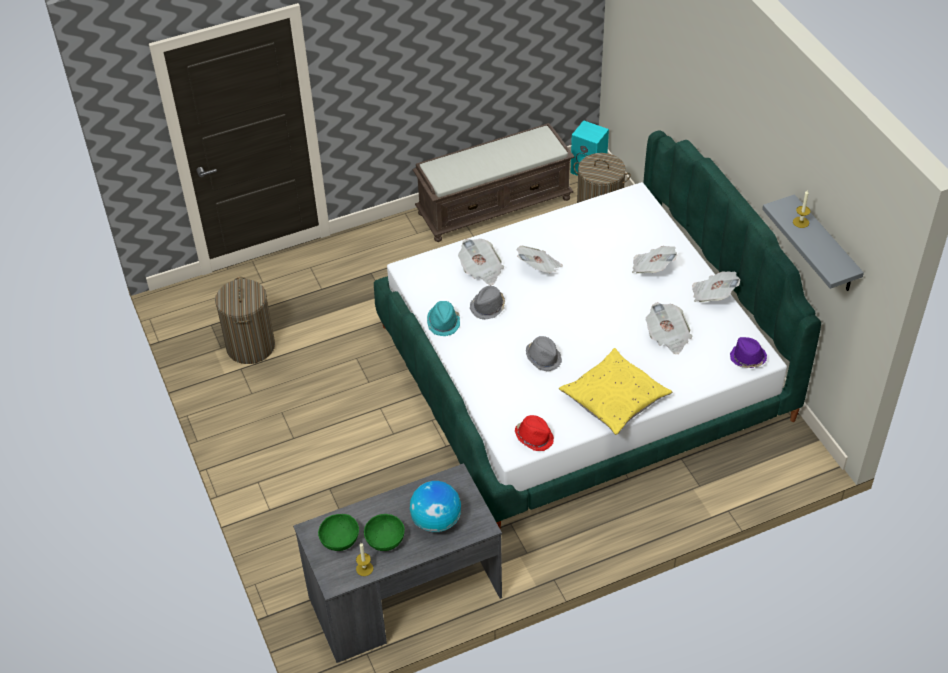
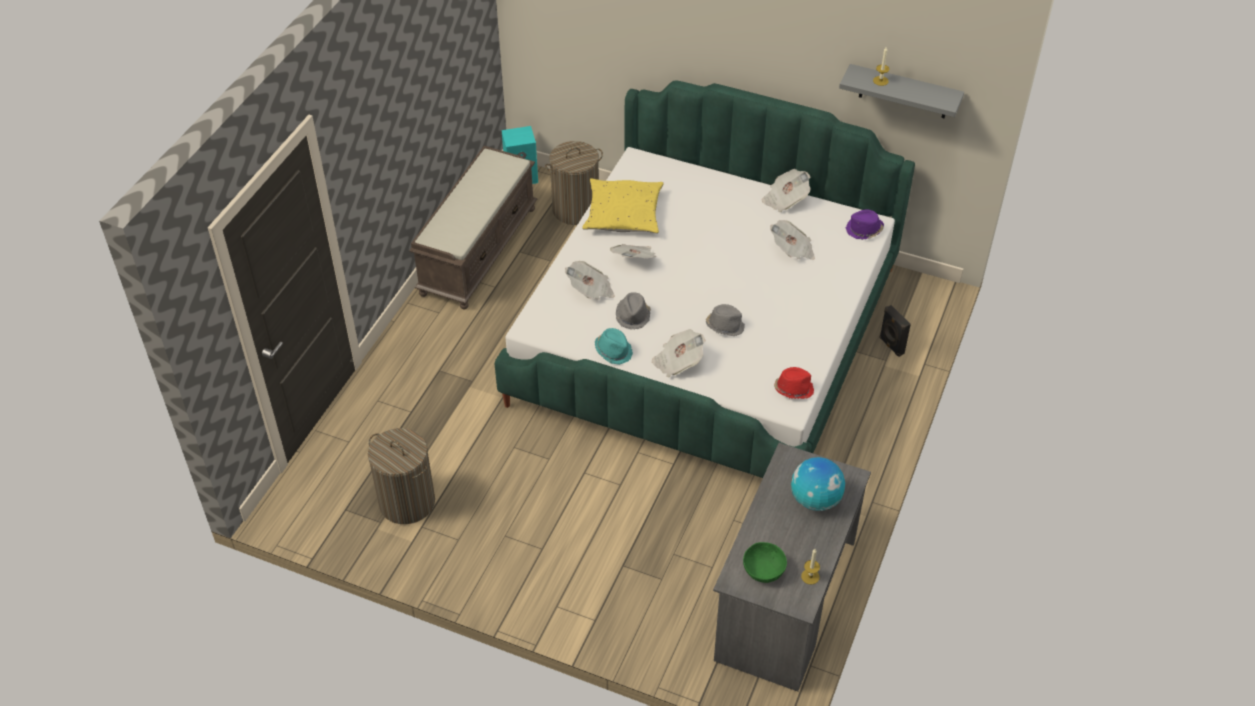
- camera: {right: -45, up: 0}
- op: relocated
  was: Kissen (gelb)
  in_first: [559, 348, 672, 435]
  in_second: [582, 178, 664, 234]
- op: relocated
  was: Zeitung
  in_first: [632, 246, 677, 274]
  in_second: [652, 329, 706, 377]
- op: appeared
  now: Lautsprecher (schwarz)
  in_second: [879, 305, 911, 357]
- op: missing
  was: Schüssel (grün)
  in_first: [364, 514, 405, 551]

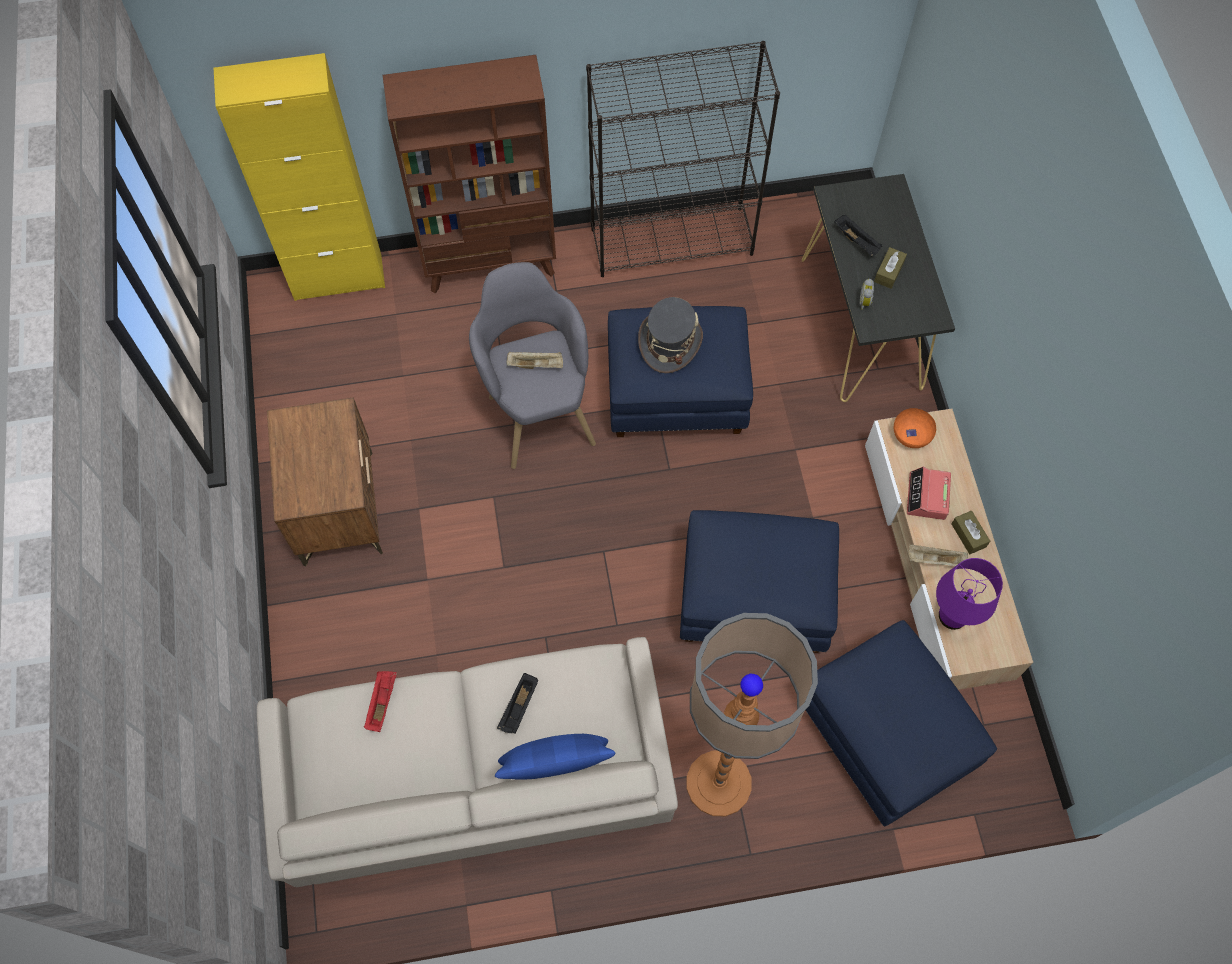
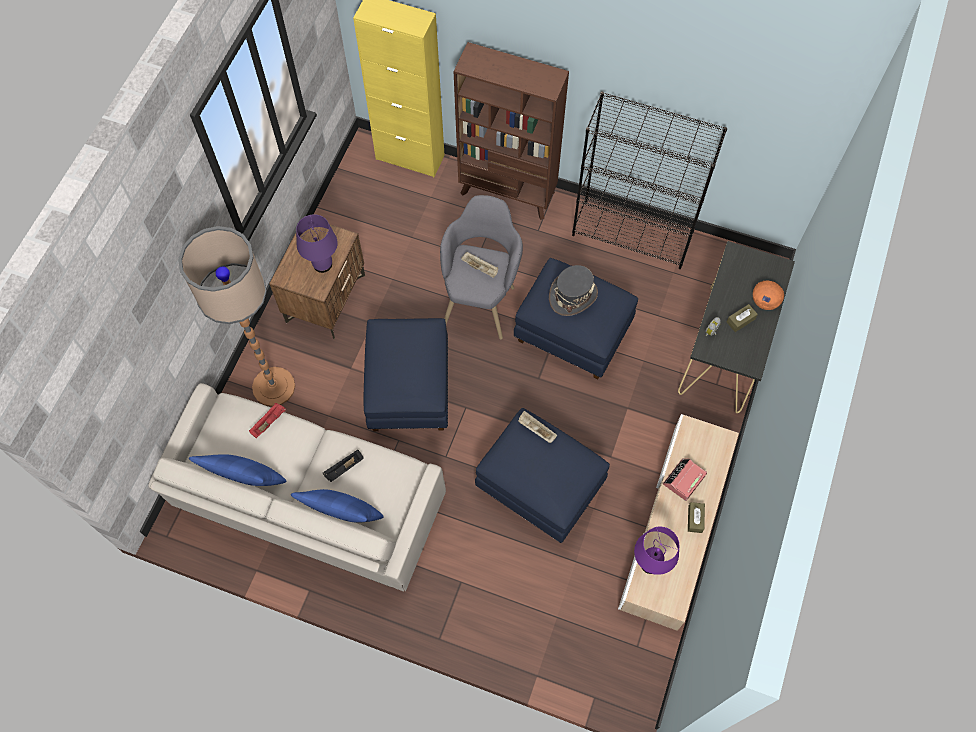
- camera: {right: 30, up: 0}
- op: relocated
  was: Stehlampe
  in_first: [687, 613, 818, 816]
  in_second: [178, 226, 295, 407]
- op: appeared
  now: Kissen (blau)
  in_second: [189, 454, 286, 486]
- op: appeared
  now: Tischlampe (lila)
  in_second: [296, 214, 338, 273]
- op: relocated
  was: Polsterhocker (blau)
  in_first: [806, 620, 997, 826]
  in_second: [364, 318, 448, 431]
- op: relocated
  was: Tablett (beige)
  in_first: [909, 544, 968, 566]
  in_second: [518, 411, 557, 443]
- op: relocated
  was: Schüssel (orange)
  in_first: [894, 408, 936, 448]
  in_second: [753, 281, 784, 310]
- op: missing
  was: Tablett (schwarz)
  in_first: [834, 215, 882, 256]

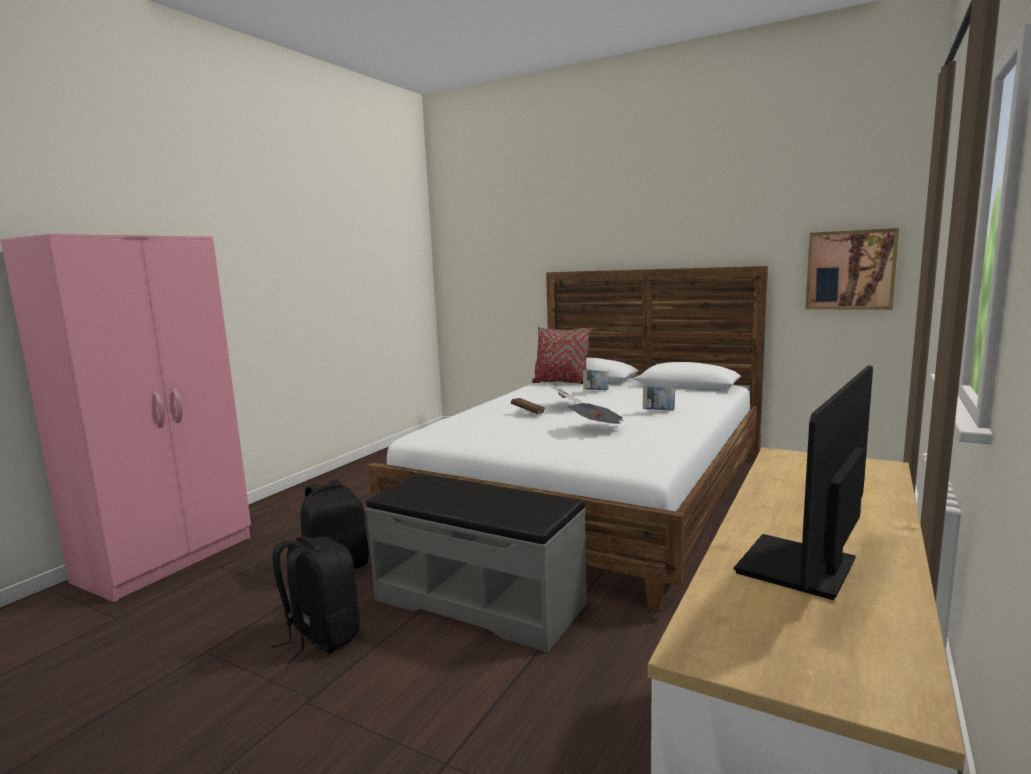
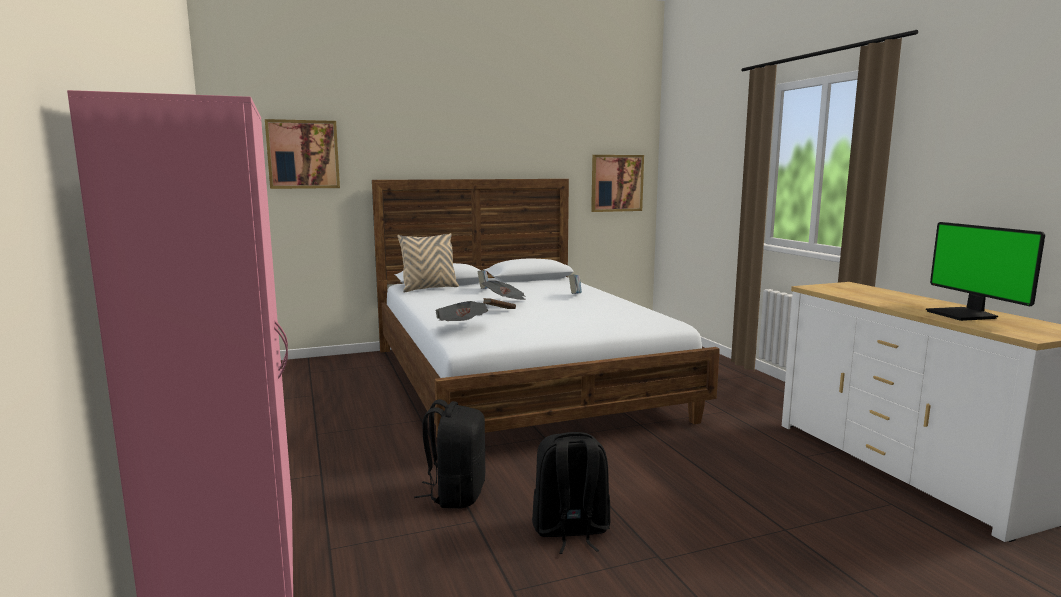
- camera: {right: -50, up: 0}
- op: appeared
  now: Bild
  in_second: [265, 119, 340, 189]
- op: colour
  was: Kissen (rot)
  now: Kissen (beige)
  in_first: [532, 327, 592, 384]
  in_second: [397, 233, 459, 292]
- op: relocated
  was: Zeitung
  in_first: [567, 403, 623, 424]
  in_second: [435, 301, 488, 321]
- op: missing
  was: Bank (grau)
  in_first: [365, 473, 587, 653]

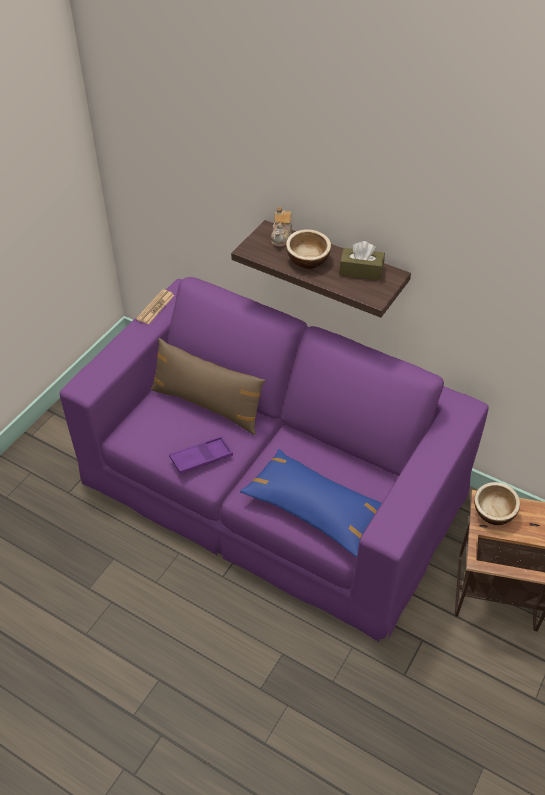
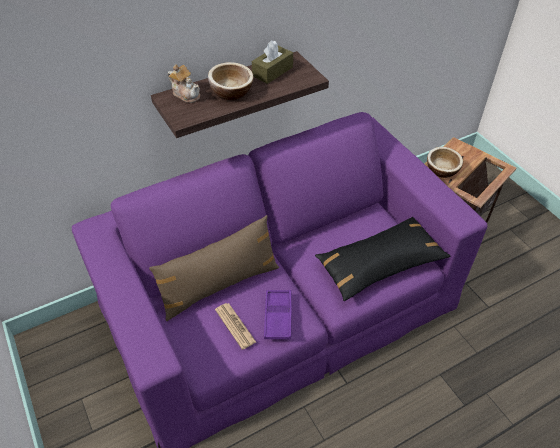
- camera: {right: -60, up: 0}
- op: relocated
  was: Zeitung
  in_first: [136, 289, 174, 324]
  in_second: [215, 303, 256, 350]
- op: colour
  was: Kissen (blau)
  now: Kissen (schwarz)
  in_first: [240, 449, 382, 557]
  in_second: [315, 217, 450, 301]

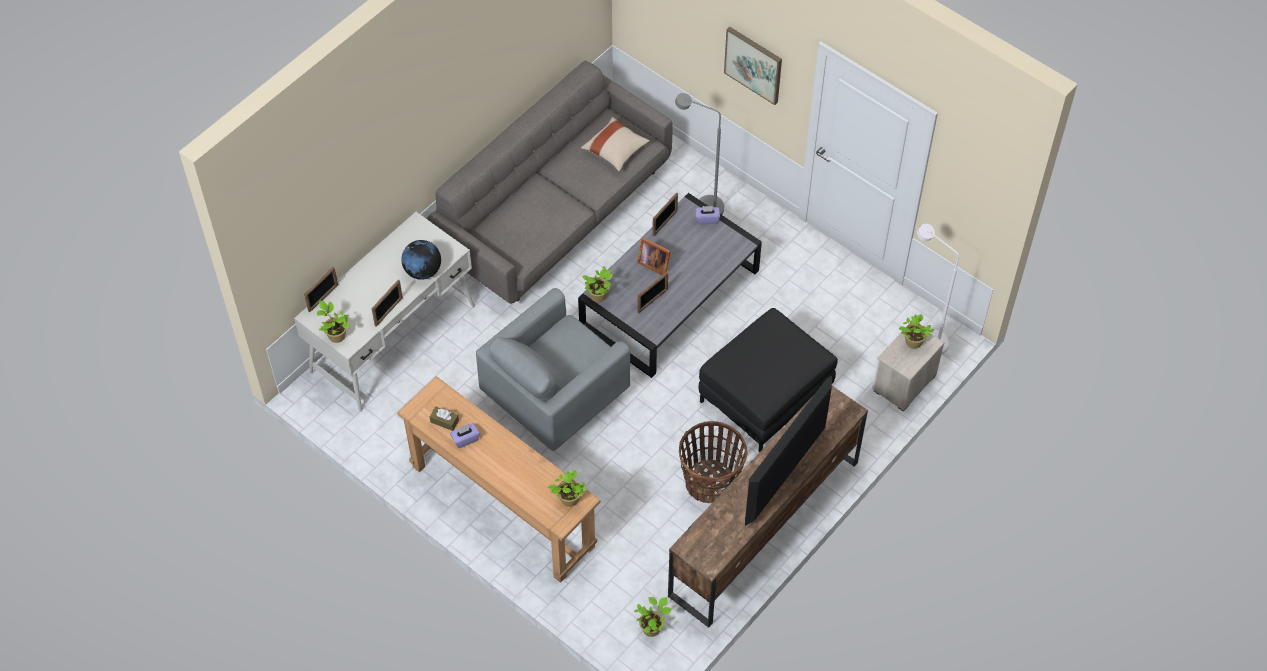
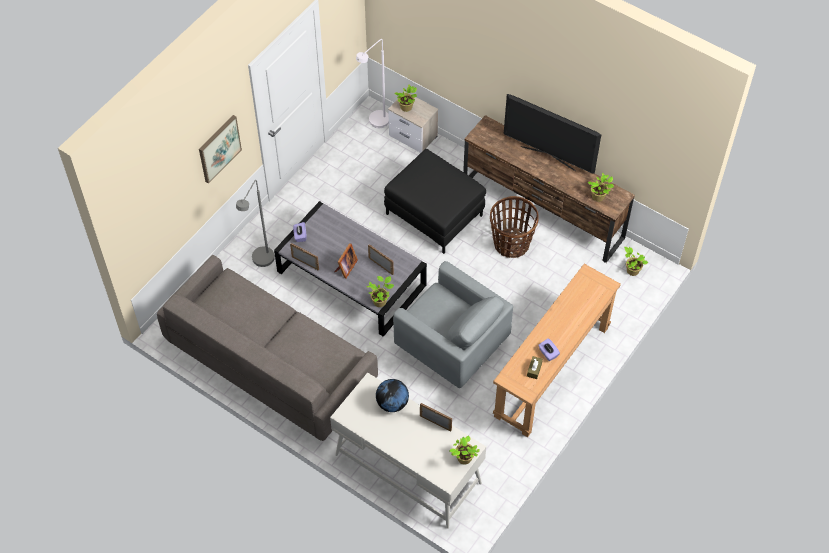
- camera: {right: -95, up: 0}
- op: relocated
  was: Topfpflanze
  in_first: [548, 470, 586, 507]
  in_second: [587, 173, 614, 202]
- op: missing
  was: Bilderrahmen
  in_first: [304, 267, 338, 312]
- op: missing
  was: Kissen (beige)
  in_first: [581, 117, 650, 171]

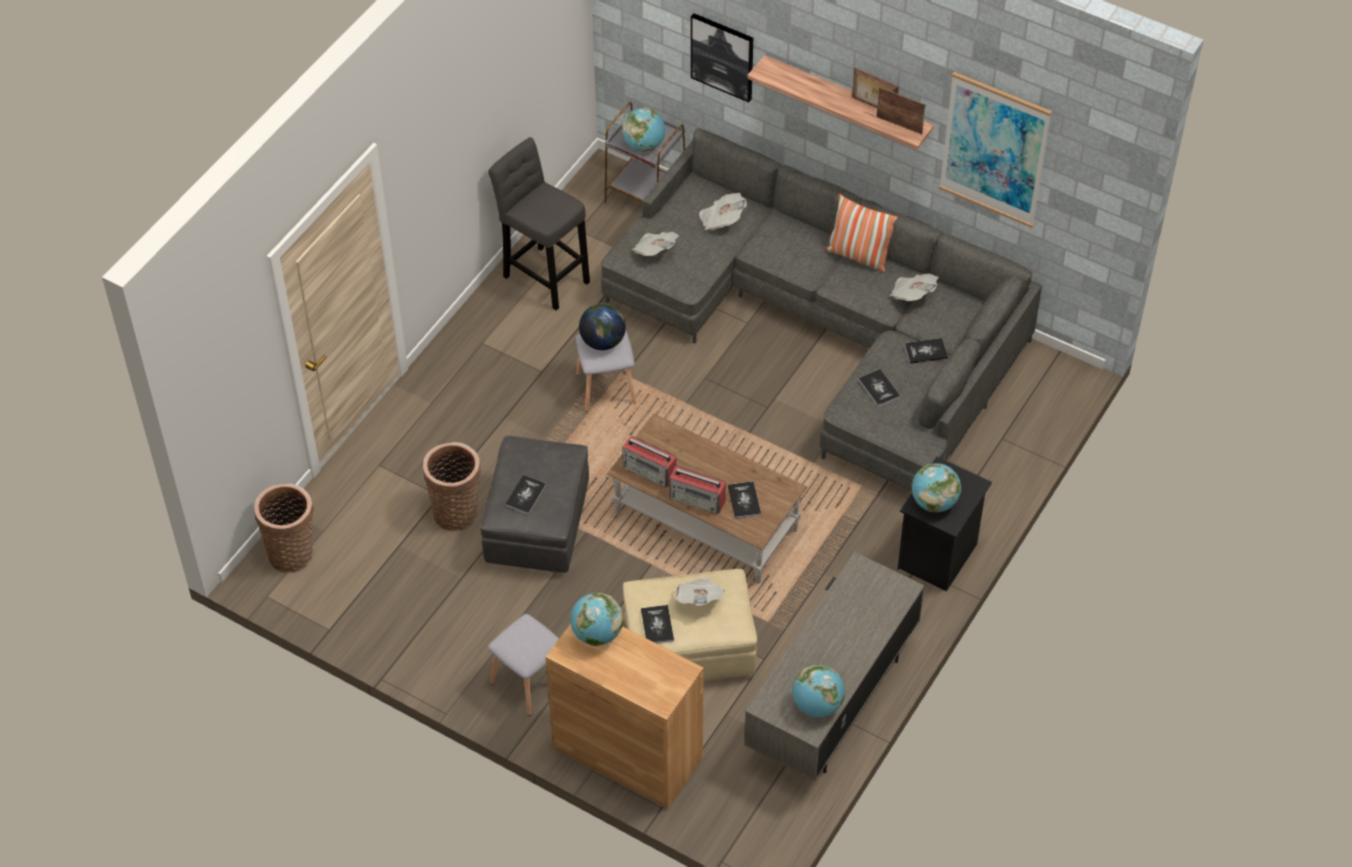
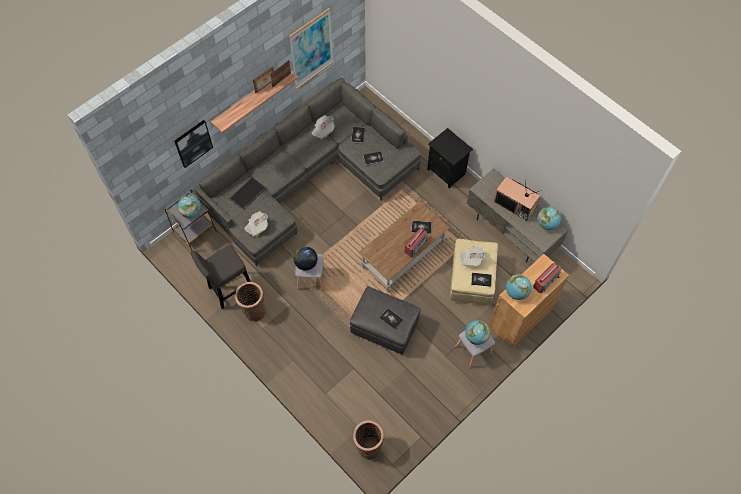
- camera: {right: -75, up: 10}
- op: exchanged
  was: Zeitung
  now: Tablett
  in_first: [699, 193, 747, 230]
  in_second: [229, 177, 267, 210]
- op: relocated
  was: Korb
  in_first: [423, 442, 480, 531]
  in_second: [235, 282, 266, 321]
- op: relocated
  was: Globus
  in_first: [911, 463, 961, 512]
  in_second: [465, 320, 490, 345]
- op: appeared
  now: Fernseher
  in_second: [493, 176, 542, 221]
- op: relocated
  was: Radio
  in_first: [622, 436, 677, 488]
  in_second: [533, 263, 562, 293]
- op: missing
  was: Kissen
  in_first: [825, 194, 898, 272]

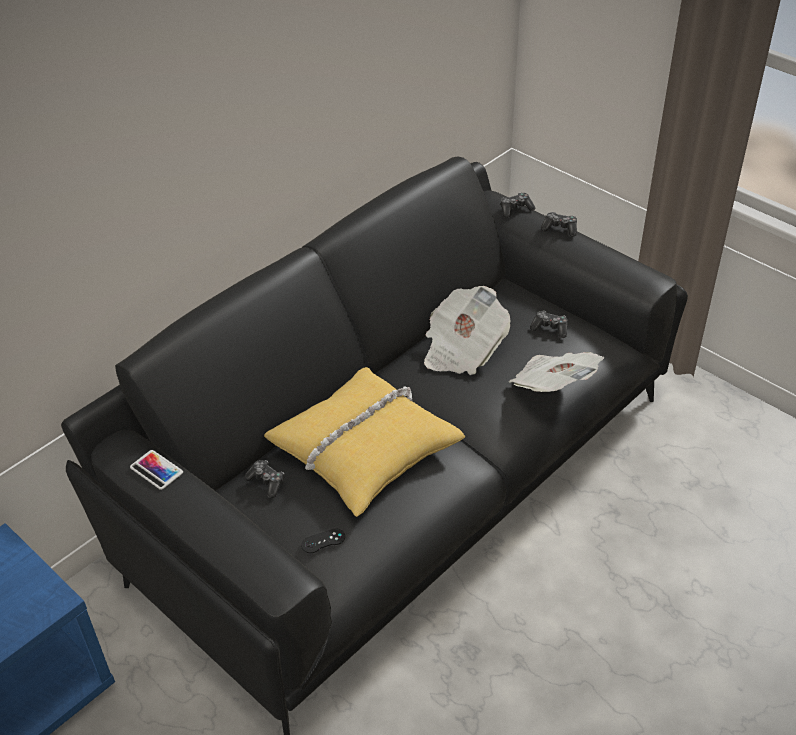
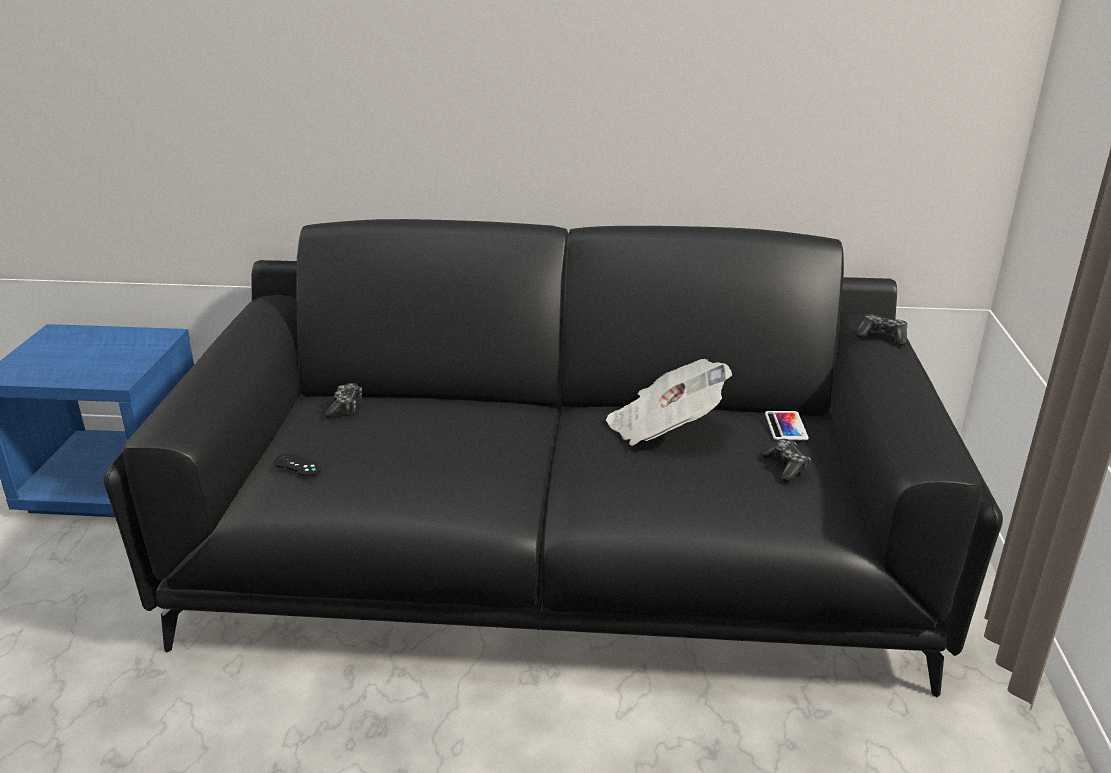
- camera: {right: 50, up: -15}
- op: relocated
  was: Handy
  in_first: [130, 450, 183, 490]
  in_second: [765, 411, 809, 440]
- op: missing
  was: Kissen (gelb)
  in_first: [264, 367, 465, 517]
- op: missing
  was: Zeitung
  in_first: [509, 352, 604, 392]
- op: missing
  was: Gamepad
  in_first: [541, 212, 577, 237]

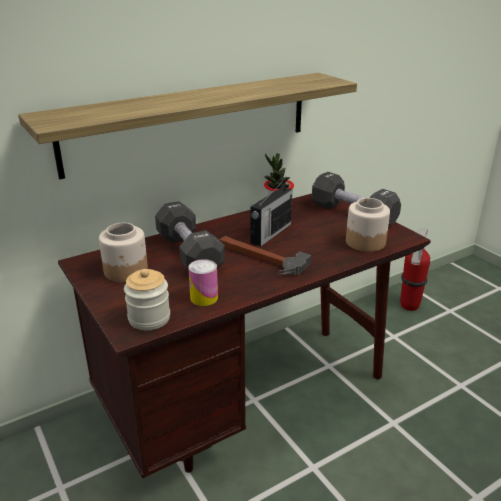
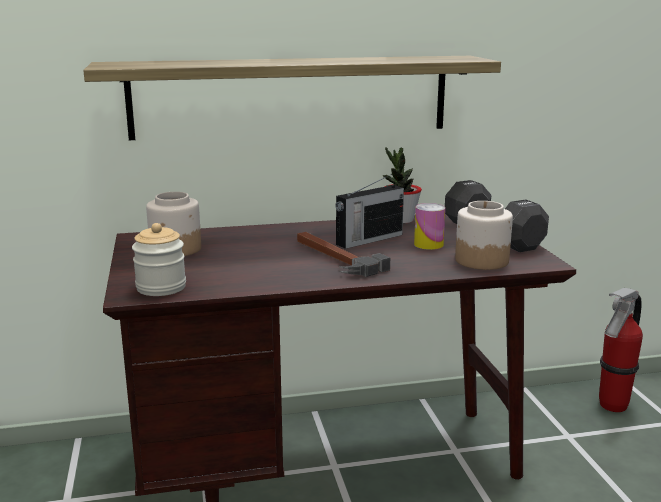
- camera: {right: 20, up: -10}
- op: relocated
  was: Dose
  in_first: [188, 259, 218, 306]
  in_second: [414, 203, 446, 250]
- op: missing
  was: Hantel (schwarz)
  in_first: [155, 201, 225, 271]

